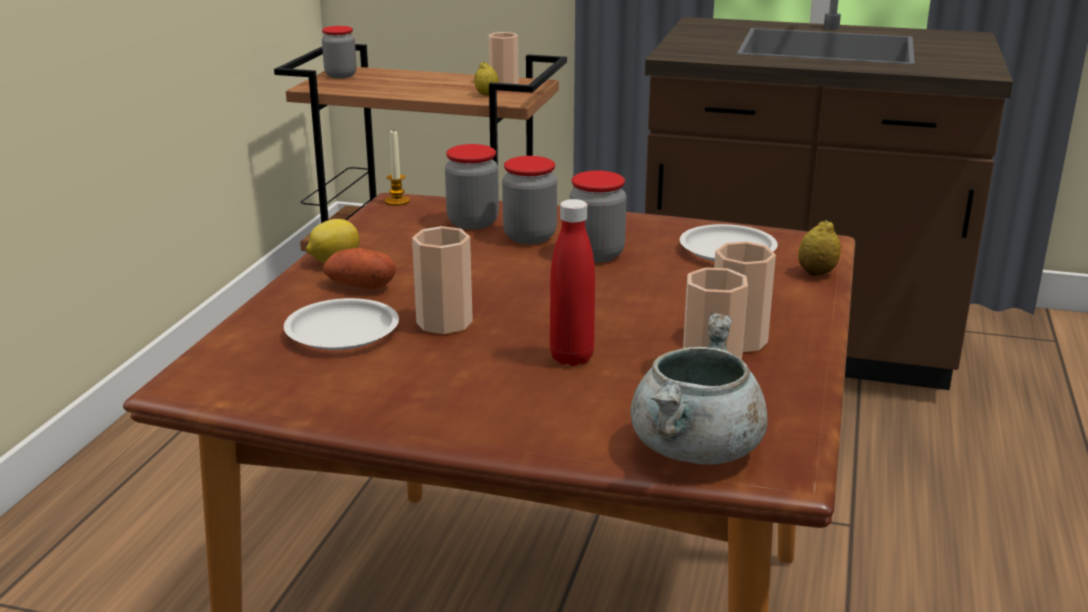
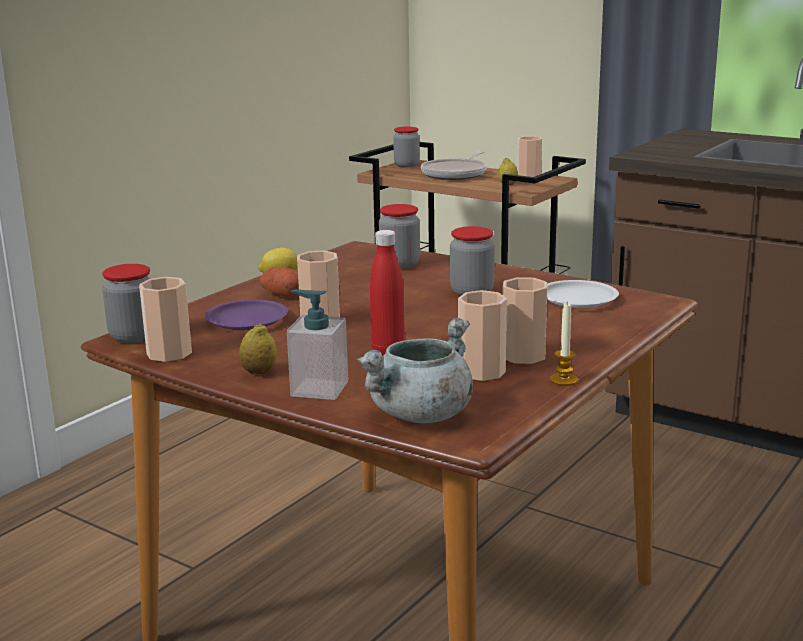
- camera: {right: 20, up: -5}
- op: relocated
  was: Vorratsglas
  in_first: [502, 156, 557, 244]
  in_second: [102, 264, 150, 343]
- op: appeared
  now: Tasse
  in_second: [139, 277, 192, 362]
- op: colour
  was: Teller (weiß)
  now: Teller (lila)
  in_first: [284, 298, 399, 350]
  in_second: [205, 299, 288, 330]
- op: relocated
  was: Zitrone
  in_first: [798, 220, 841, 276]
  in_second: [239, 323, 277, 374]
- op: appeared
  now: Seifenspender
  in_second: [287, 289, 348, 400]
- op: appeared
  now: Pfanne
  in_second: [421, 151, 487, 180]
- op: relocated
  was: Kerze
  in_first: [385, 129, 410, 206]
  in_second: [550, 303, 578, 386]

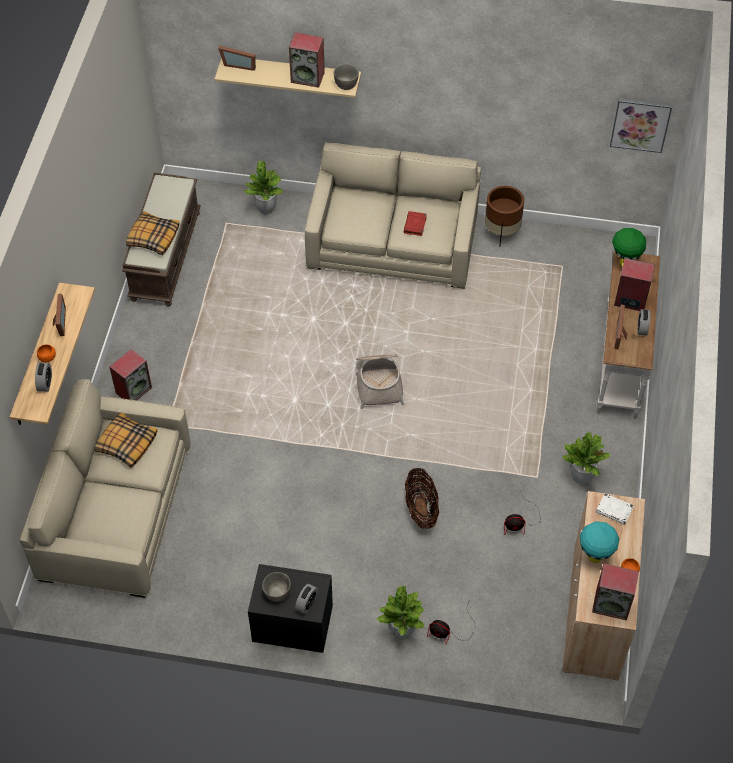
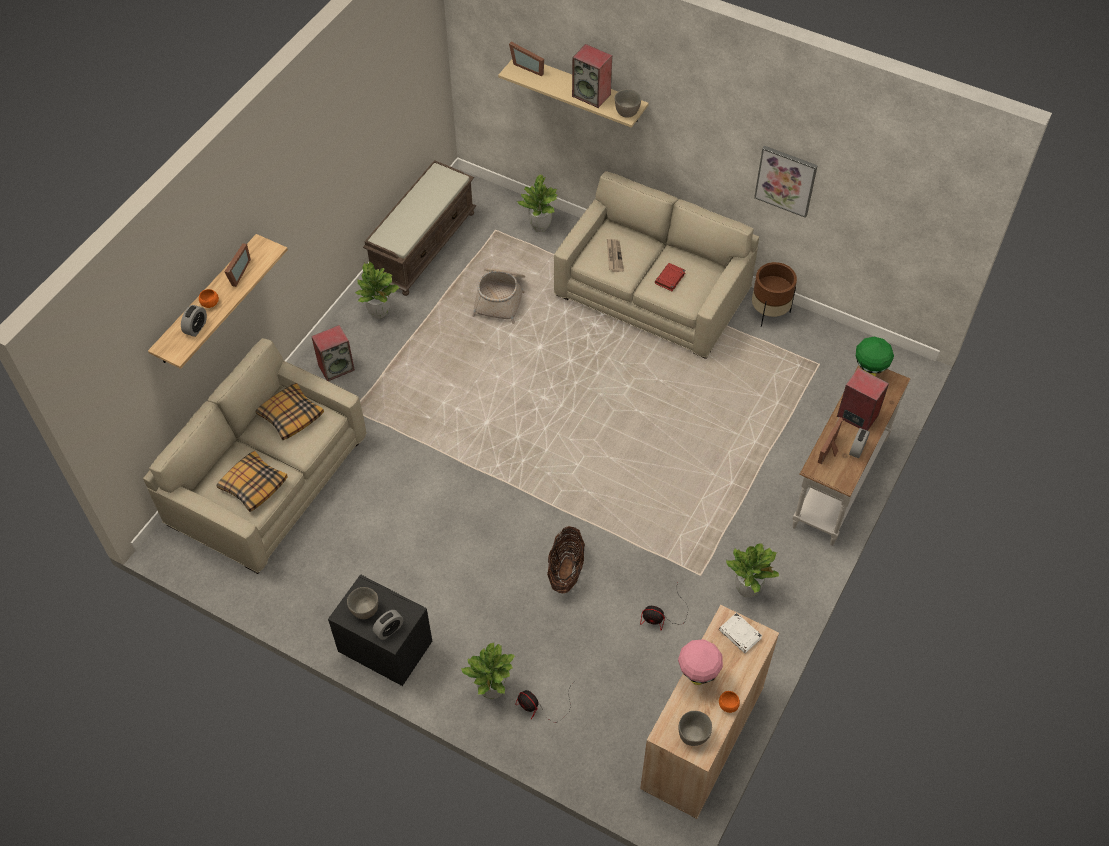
- camera: {right: 20, up: 0}
- op: relocated
  was: Kissen
  in_first: [126, 211, 180, 255]
  in_second: [216, 451, 288, 512]
- op: appeared
  now: Topfpflanze
  in_second: [355, 262, 399, 319]
- op: relocated
  was: Korb
  in_first: [356, 355, 404, 409]
  in_second: [472, 268, 525, 324]
- op: appeared
  now: Zeitung
  in_second: [607, 239, 624, 272]
- op: colour
  was: Tischlampe (türkis)
  now: Tischlampe (rosa)
  in_first: [580, 521, 619, 563]
  in_second: [678, 639, 723, 685]
- op: exchanged
  was: Lautsprecher
  now: Schüssel (grau)
  in_first: [592, 564, 639, 620]
  in_second: [678, 711, 712, 746]
- op: relocated
  was: Bild
  in_first: [610, 98, 672, 153]
  in_second: [754, 146, 818, 218]

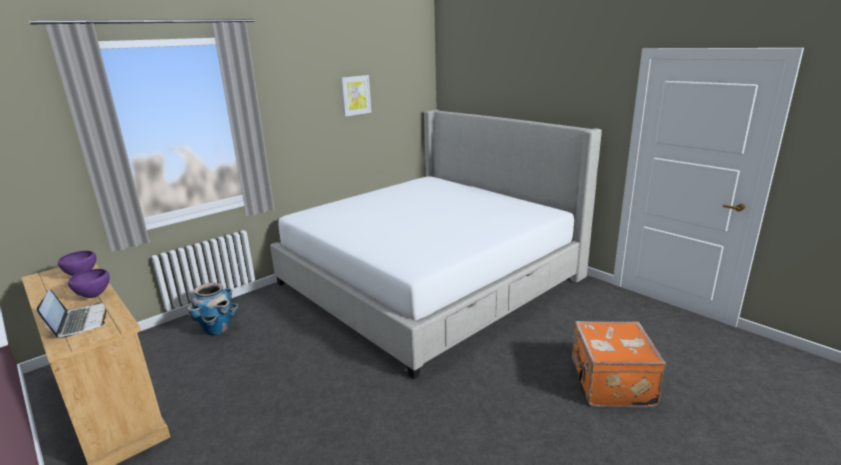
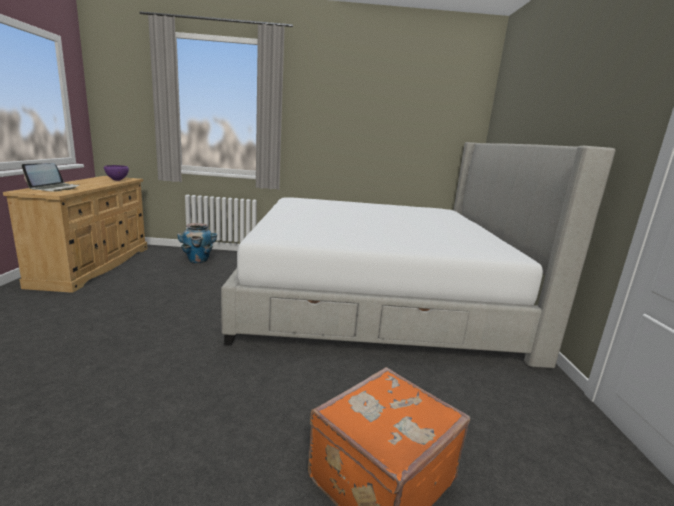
- camera: {right: 40, up: -5}
- op: missing
  was: Schüssel (lila)
  in_first: [68, 269, 110, 298]
- op: missing
  was: Bild
  in_first: [341, 75, 371, 117]

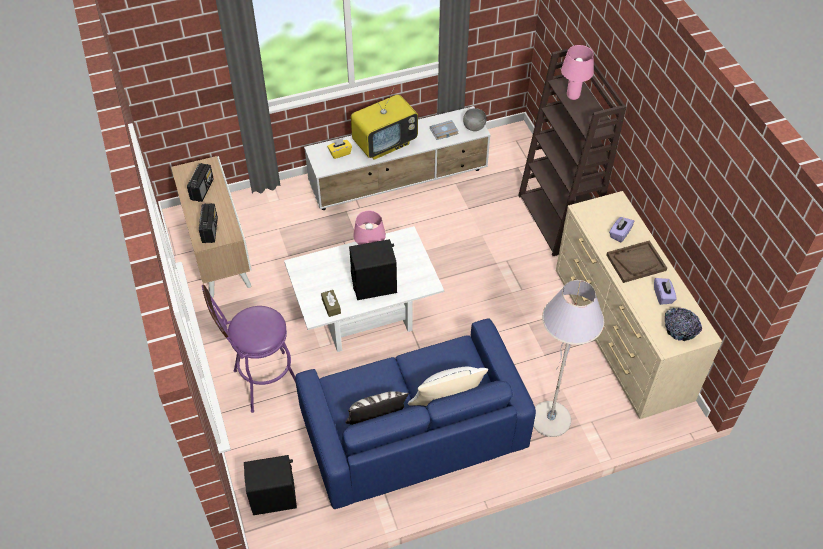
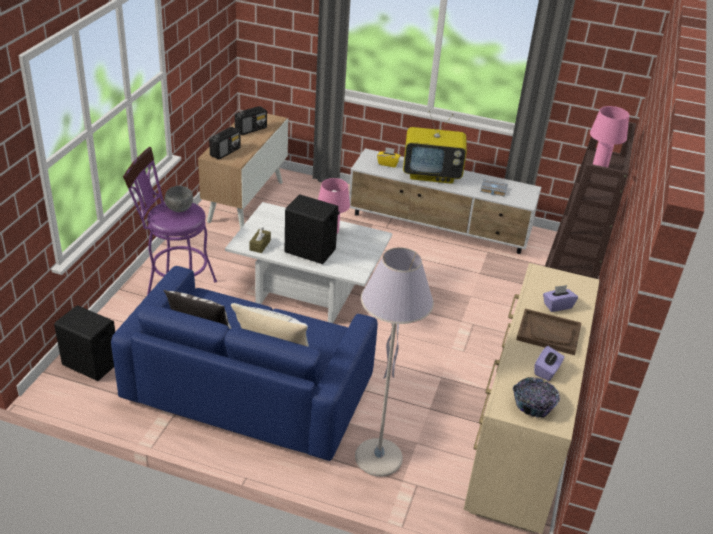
- camera: {right: 35, up: -15}
- op: relocated
  was: Schüssel (grau)
  in_first: [463, 108, 487, 131]
  in_second: [165, 186, 193, 212]

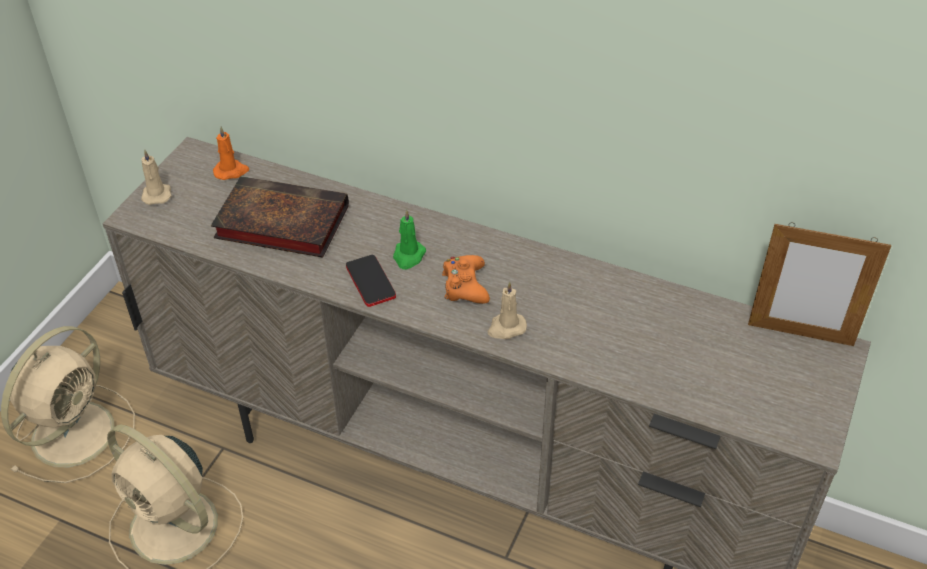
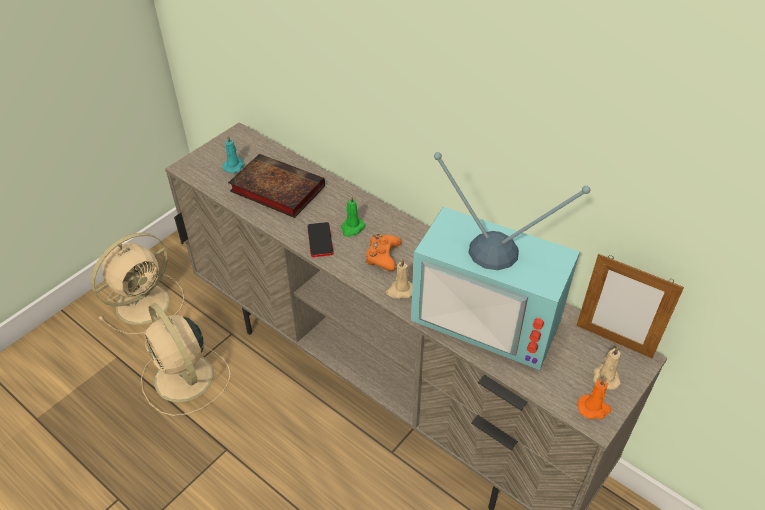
- camera: {right: 15, up: 0}
- op: appeared
  now: Kerze (türkis)
  in_second: [222, 135, 245, 173]
- op: appeared
  now: Fernseher
  in_second: [411, 152, 591, 370]
- op: relocated
  was: Kerze (orange)
  in_first: [213, 126, 250, 180]
  in_second: [578, 377, 611, 419]
- op: relocated
  was: Kerze (beige)
  in_first: [141, 150, 172, 205]
  in_second: [593, 347, 621, 390]

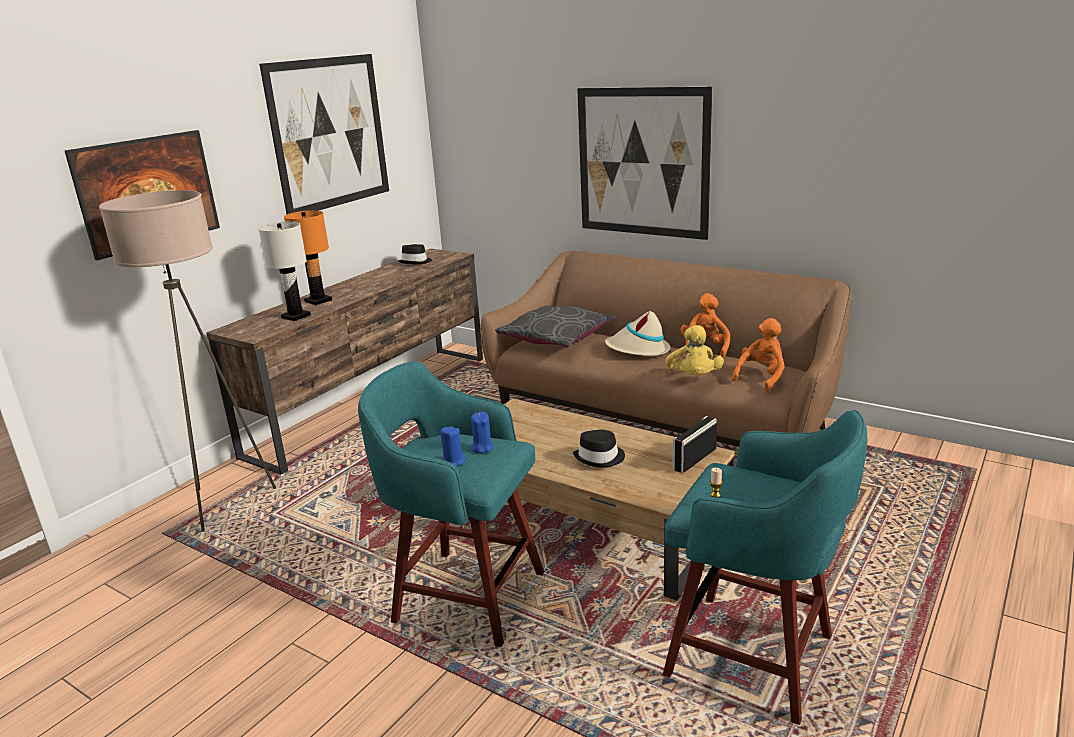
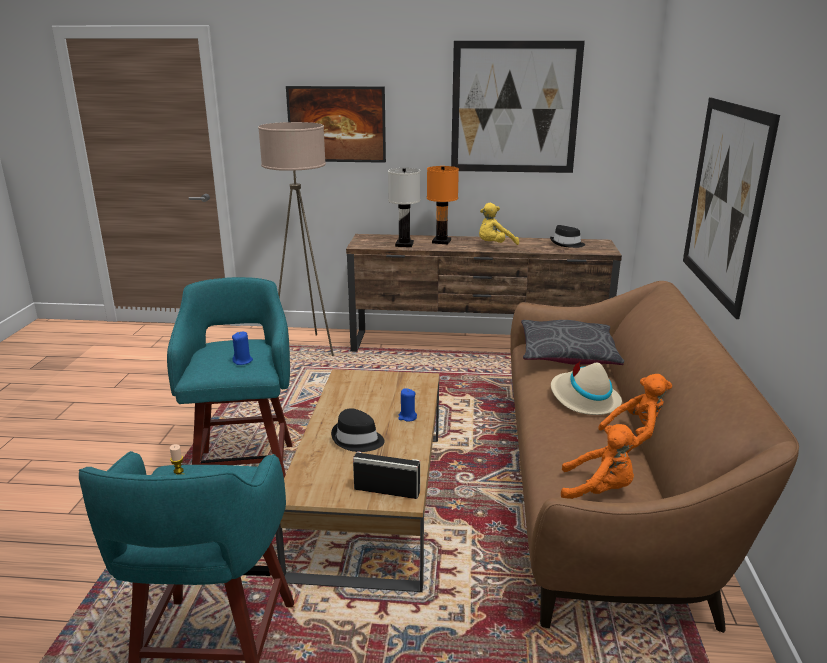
- camera: {right: 60, up: 0}
- op: relocated
  was: Kerze (blau)
  in_first: [440, 426, 466, 466]
  in_second: [398, 388, 417, 421]
- op: relocated
  was: Plüschtier (gelb)
  in_first: [665, 325, 724, 376]
  in_second: [479, 203, 519, 245]

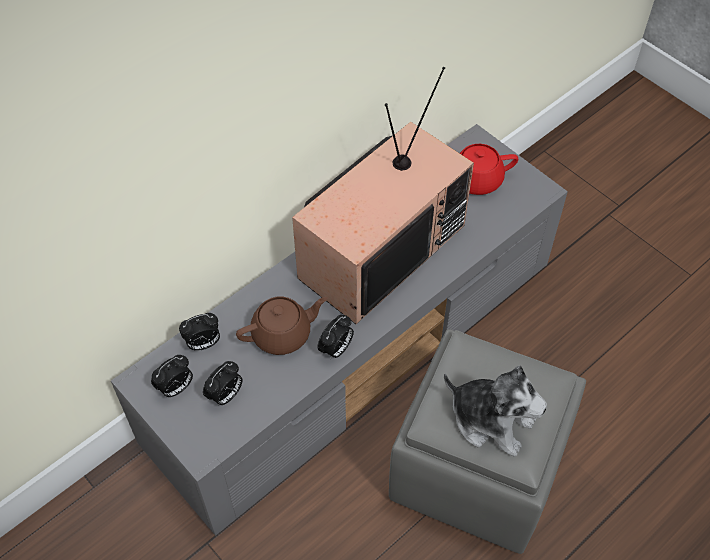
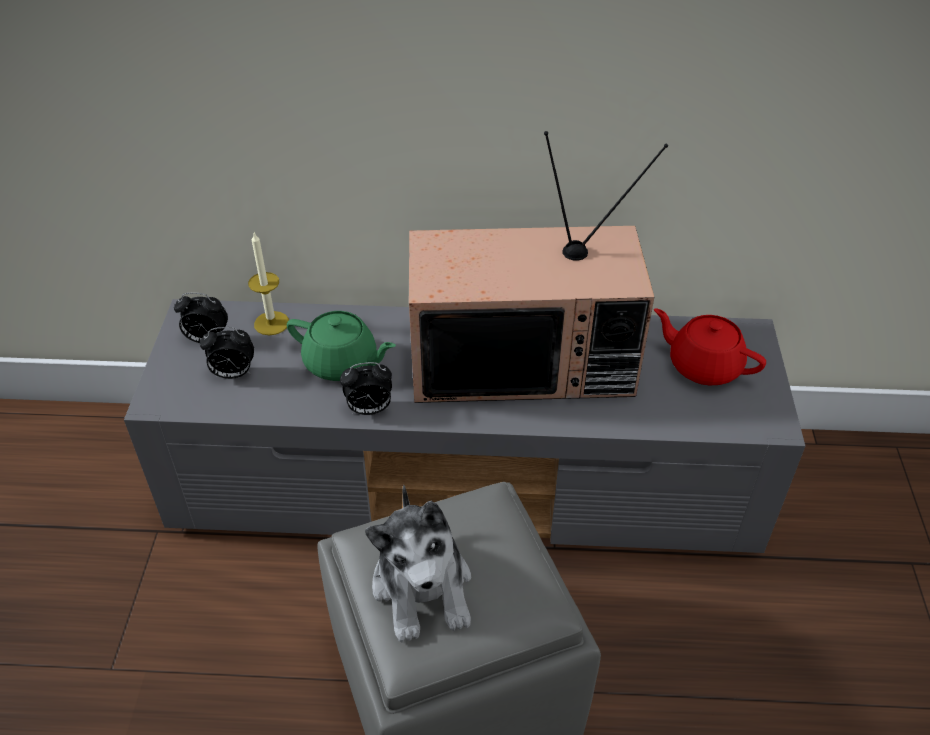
- camera: {right: 45, up: -10}
- op: exchanged
  was: Wecker
  now: Kerze
  in_first: [179, 313, 220, 351]
  in_second: [248, 233, 289, 335]
- op: colour
  was: Teekanne (braun)
  now: Teekanne (grün)
  in_first: [236, 297, 328, 355]
  in_second: [287, 311, 396, 381]

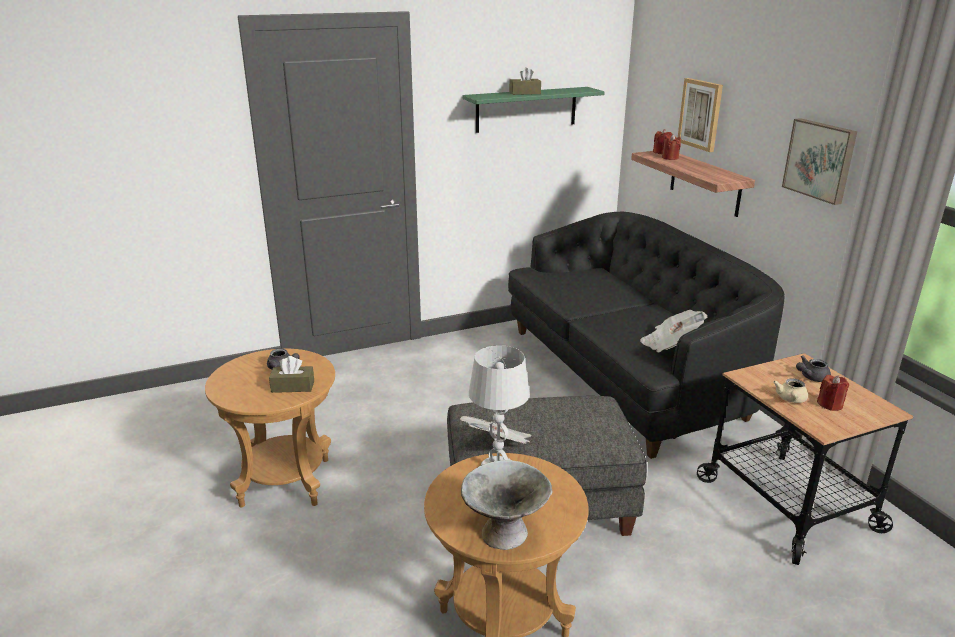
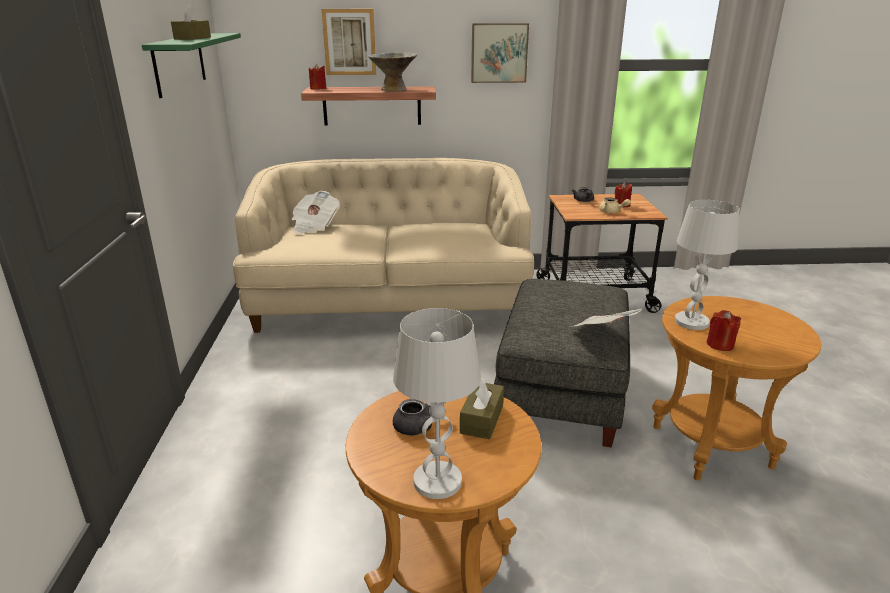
- camera: {right: -70, up: 0}
- op: colour
  was: Sofa (schwarz)
  now: Sofa (beige)
  in_first: [508, 212, 784, 459]
  in_second: [233, 158, 534, 333]
- op: relocated
  was: Zeitung
  in_first: [640, 310, 707, 352]
  in_second: [292, 191, 340, 234]
- op: relocated
  was: Schüssel (grau)
  in_first: [461, 460, 552, 550]
  in_second: [368, 52, 417, 91]
- op: appeared
  now: Tischlampe (weiß)
  in_second: [393, 308, 481, 499]
- op: relocated
  was: Kerze (rot)
  in_first: [662, 134, 681, 160]
  in_second: [706, 310, 741, 351]

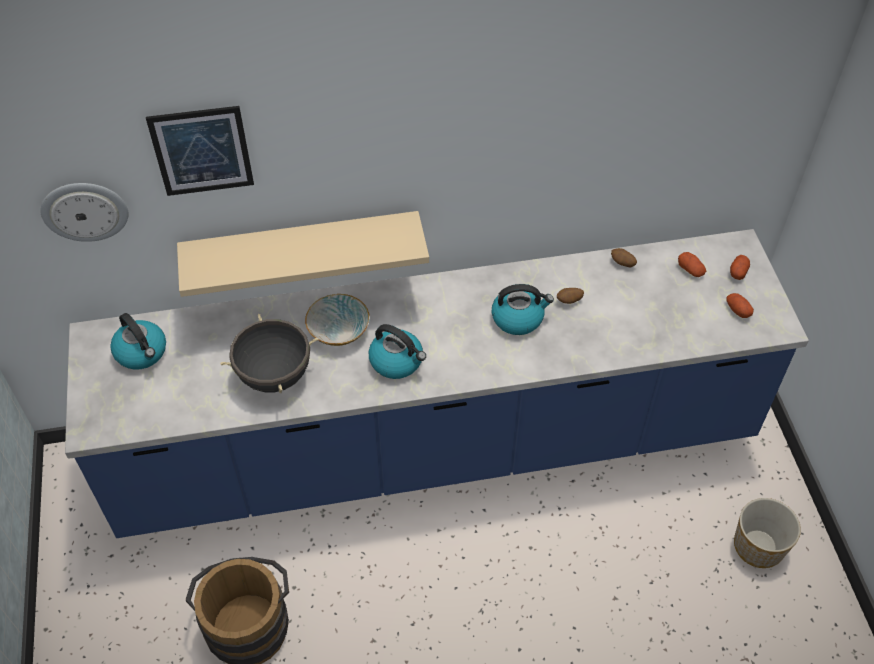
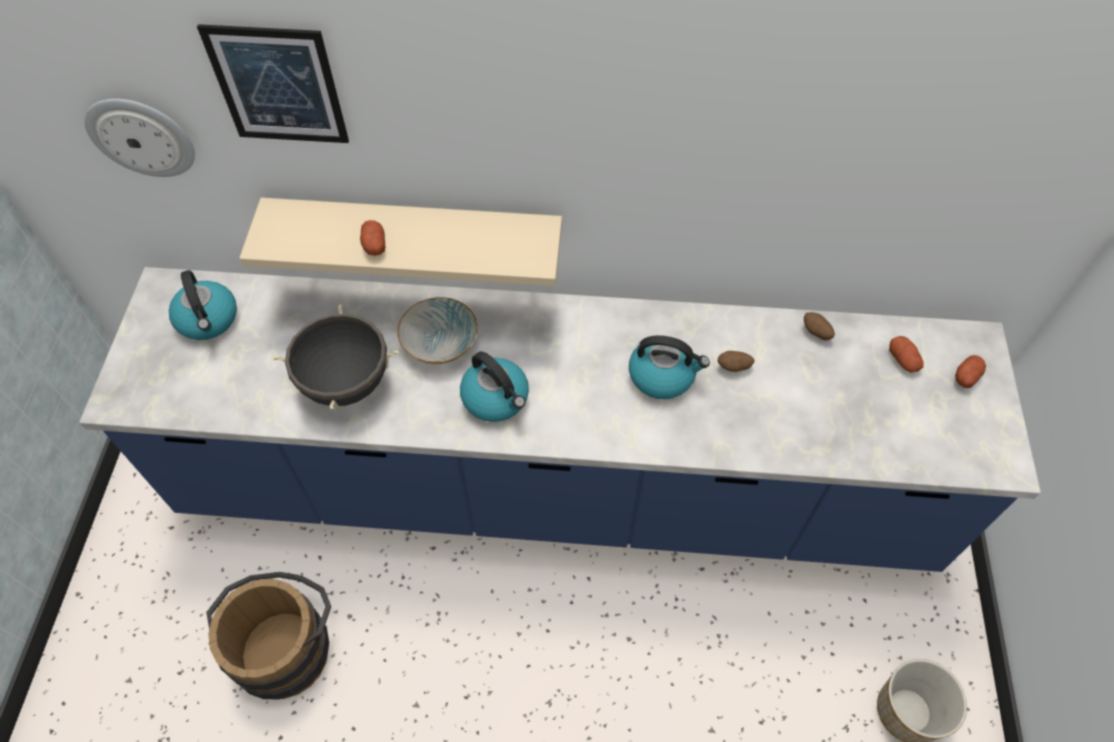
- camera: {right: 15, up: 5}
- op: relocated
  was: Kartoffel
  in_first: [726, 293, 754, 318]
  in_second: [360, 220, 385, 256]

